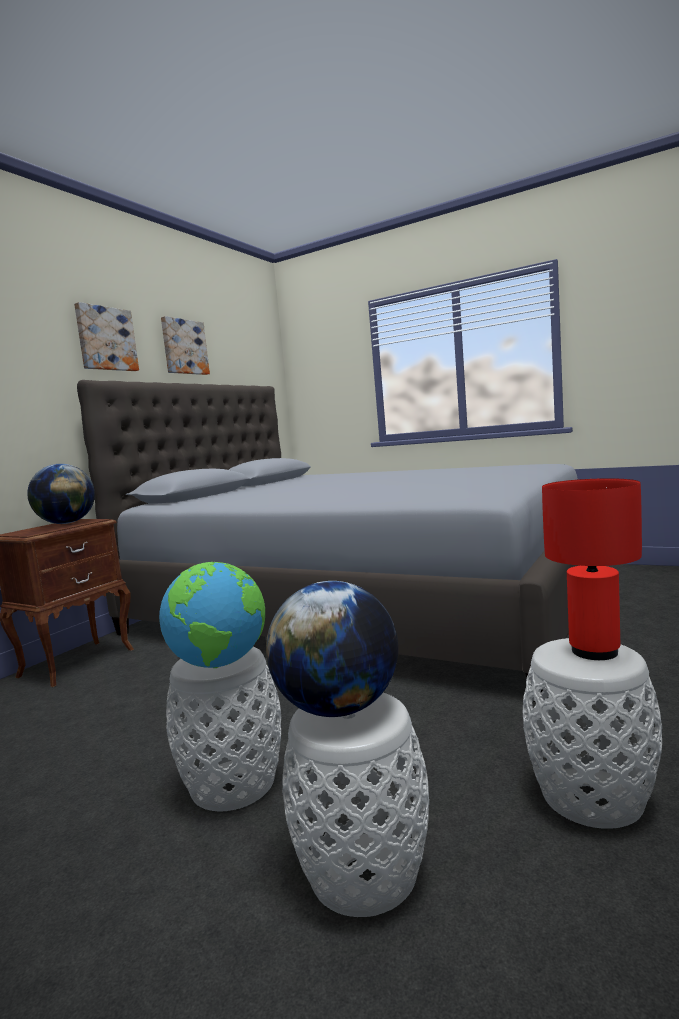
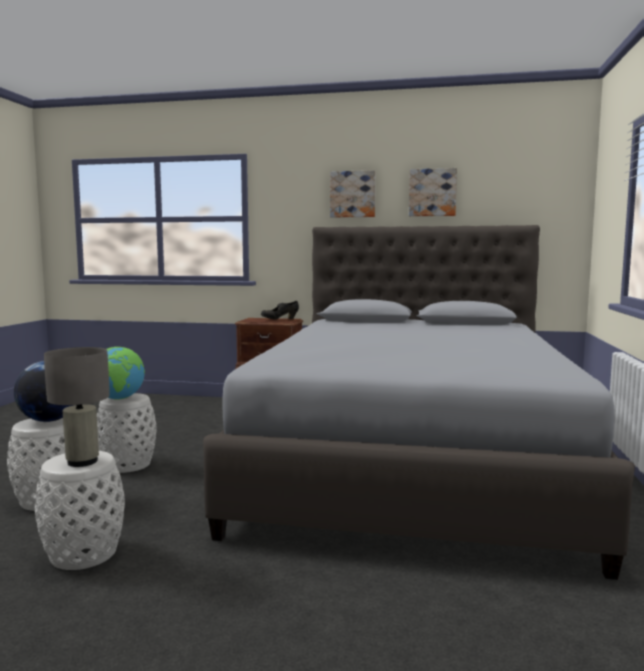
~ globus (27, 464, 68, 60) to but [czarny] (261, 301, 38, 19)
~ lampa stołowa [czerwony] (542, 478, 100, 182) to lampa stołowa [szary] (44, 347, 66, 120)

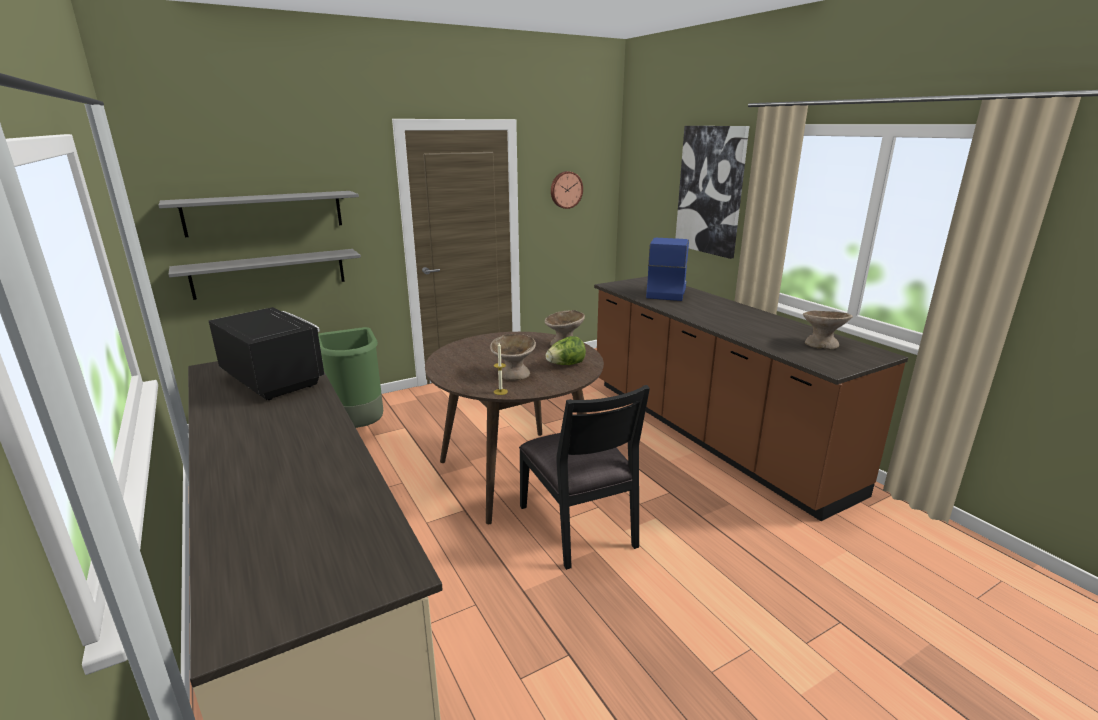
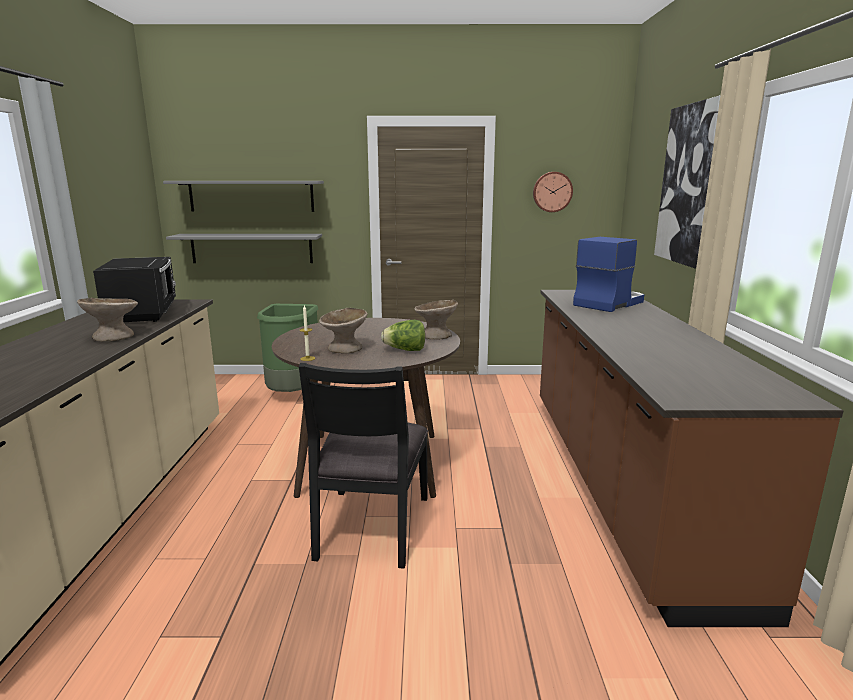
~ miska [beżowy] (803, 311, 50, 39) to (77, 298, 61, 43)

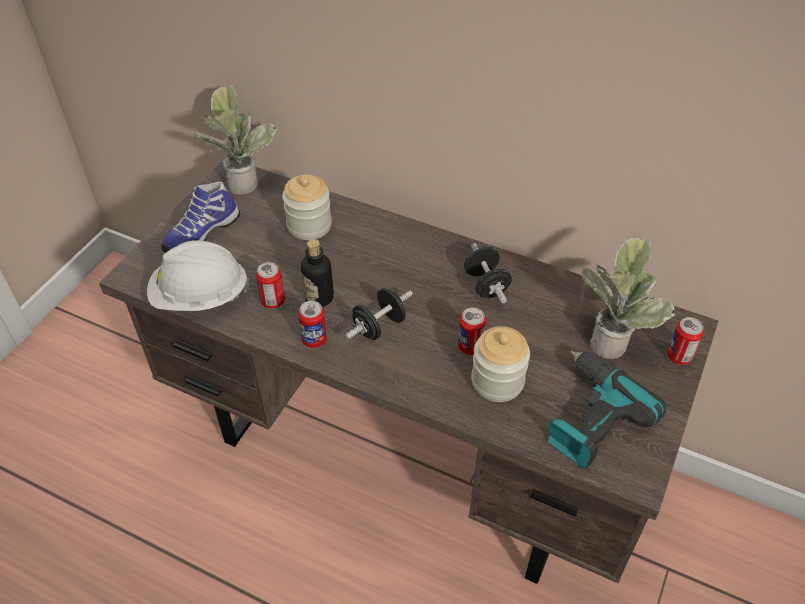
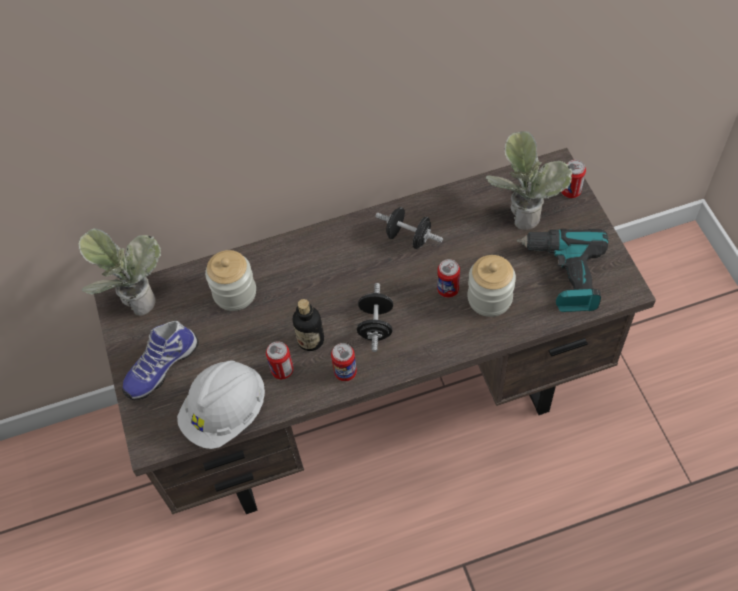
~ but (162, 182, 78, 71) = (122, 321, 77, 79) 45 degrees clockwise

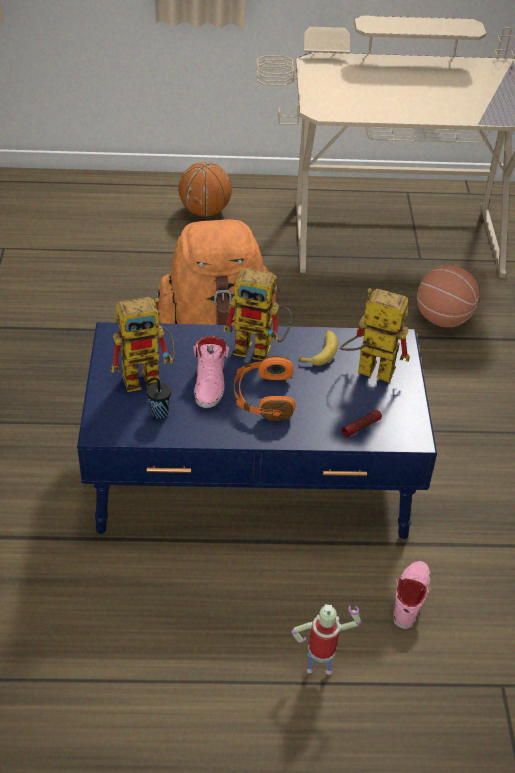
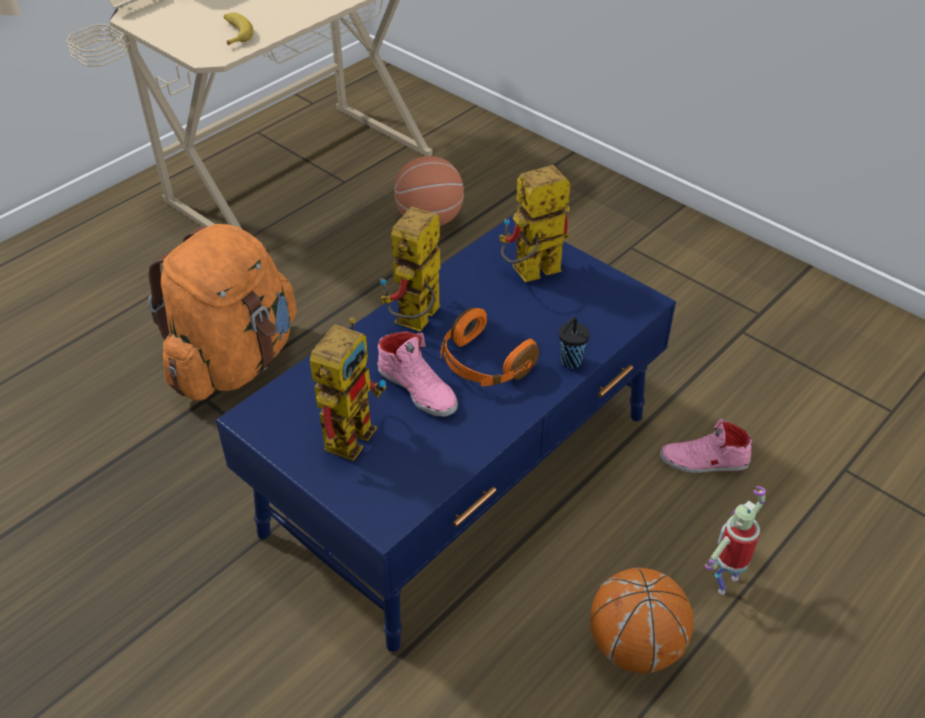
- latarka (342, 410, 40, 27)
~ filiżanka [czarny] (144, 377, 27, 42) to (559, 317, 31, 51)
~ piłka do koszykówki (178, 162, 54, 55) to (590, 567, 103, 107)
~ banan (298, 330, 40, 36) to (224, 12, 29, 33)
~ robot zabawkowy (223, 268, 69, 93) = (380, 206, 60, 125) 150 degrees clockwise
~ but [różowy] (393, 561, 38, 68) = (660, 418, 93, 55) 60 degrees counterclockwise

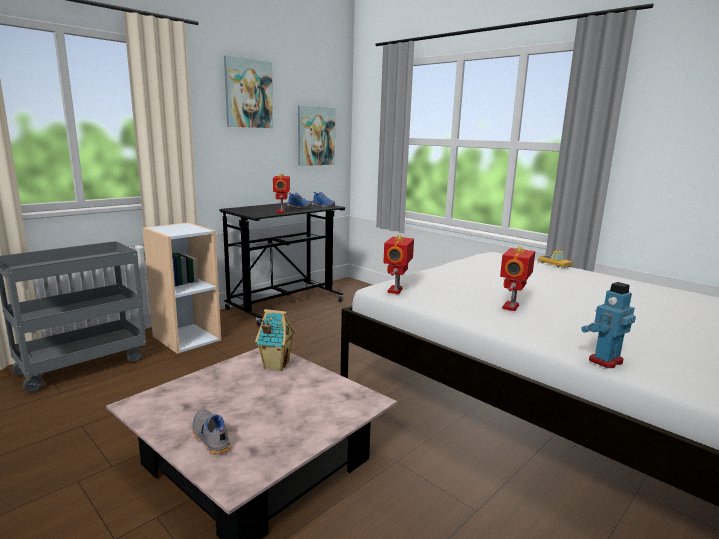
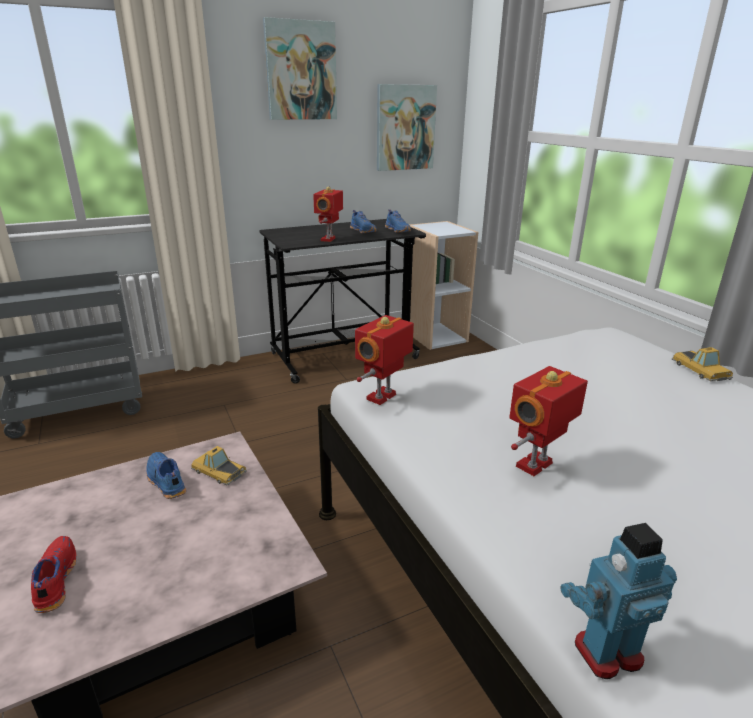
+ but [niebieski] (146, 452, 40, 47)
~ regał (143, 223, 78, 131) to (410, 221, 68, 129)
~ domek (255, 309, 40, 62) to samochodzik (191, 446, 56, 39)
~ but [szary] (192, 409, 39, 46) to but [czerwony] (31, 536, 45, 77)

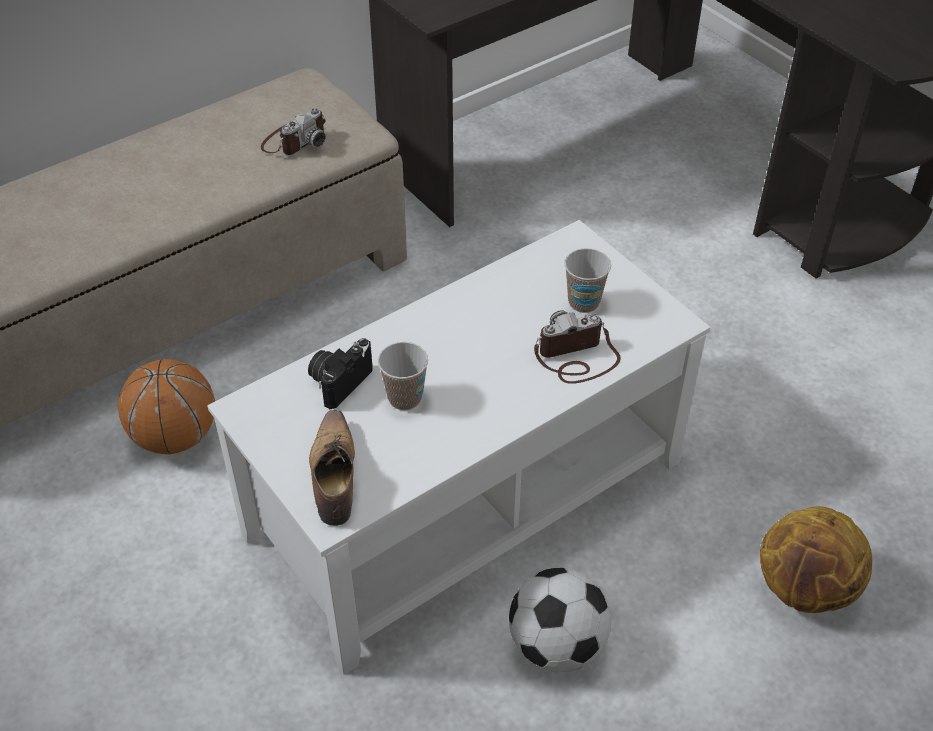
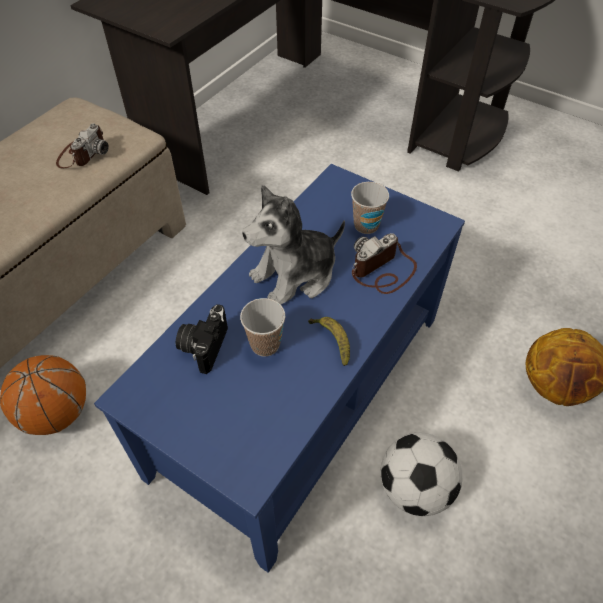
- but (309, 410, 46, 116)
+ pluszak (242, 185, 103, 120)
+ banan (308, 317, 42, 49)
~ ława [biały] (207, 220, 504, 455) to ława [niebieski] (94, 164, 371, 409)

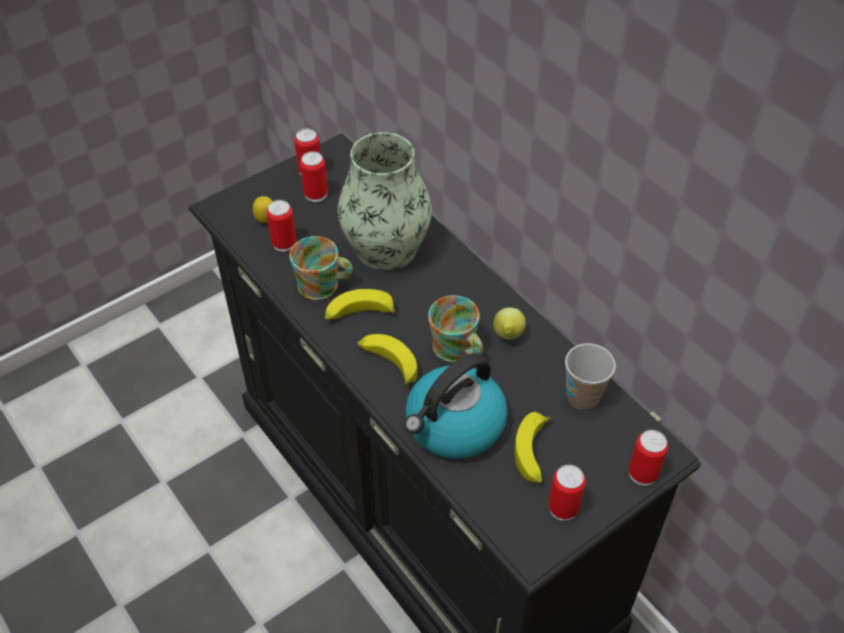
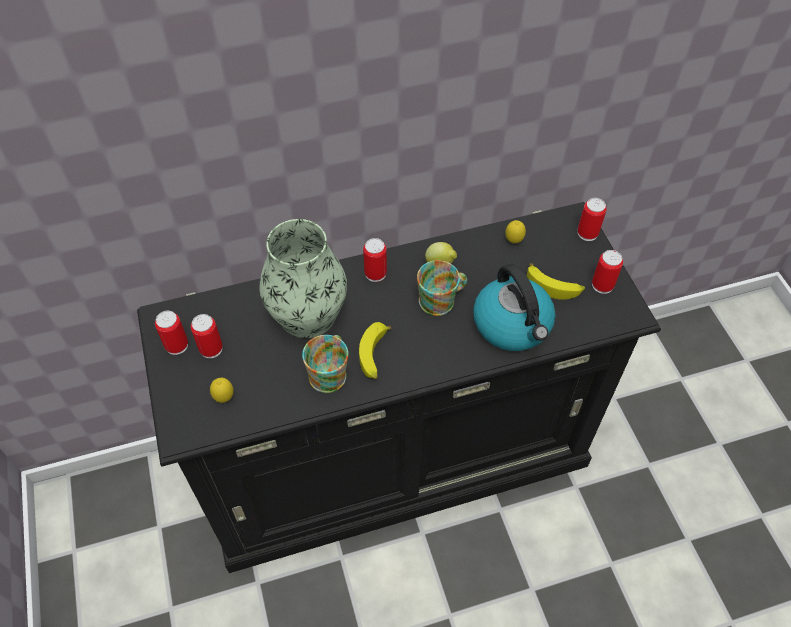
- banan (357, 334, 60, 52)
~ puszka (266, 200, 30, 52) to (363, 238, 24, 44)
~ filiżanka (565, 343, 51, 67) to cytryna (505, 220, 21, 23)

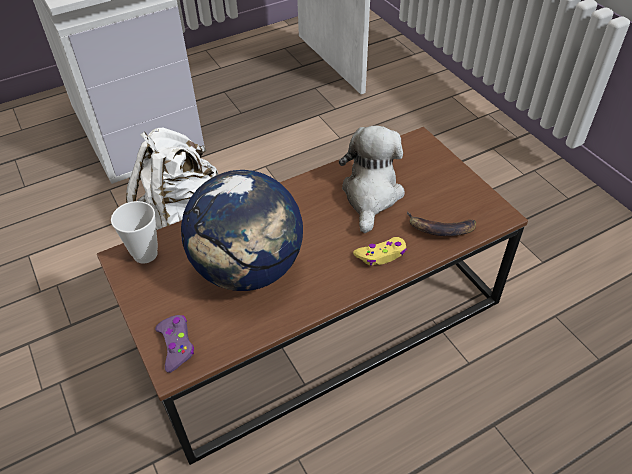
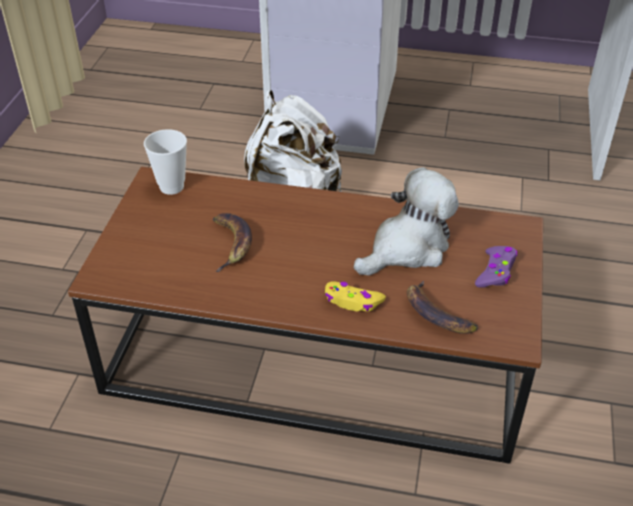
~ pad do gier [fioletowy] (155, 315, 39, 58) to (475, 246, 42, 42)
~ globus (181, 170, 122, 121) to banan (213, 213, 39, 59)

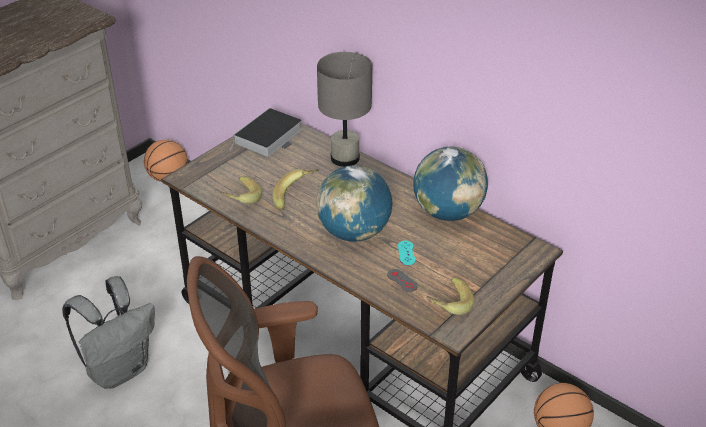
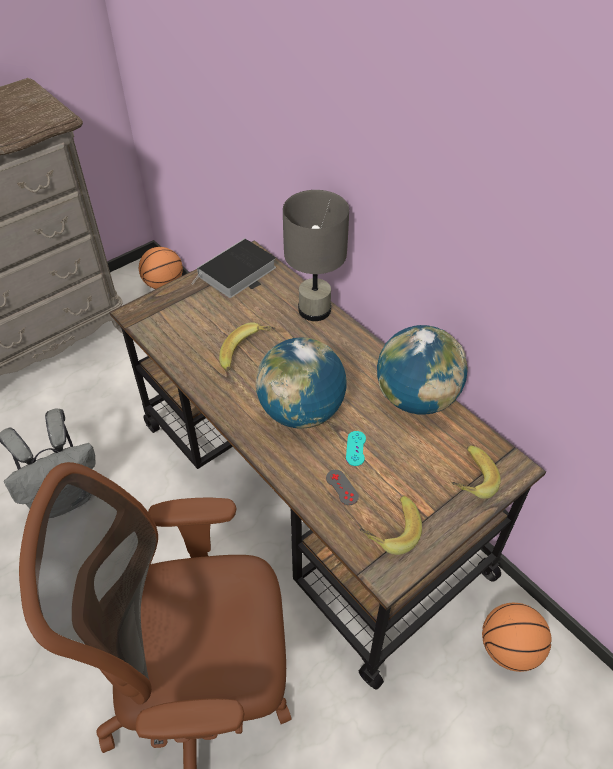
~ banan (220, 176, 42, 28) to (451, 445, 50, 54)

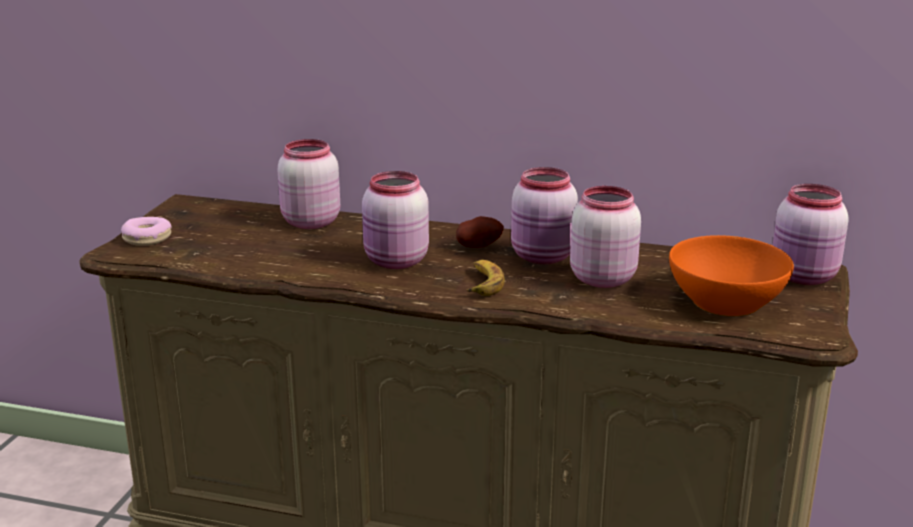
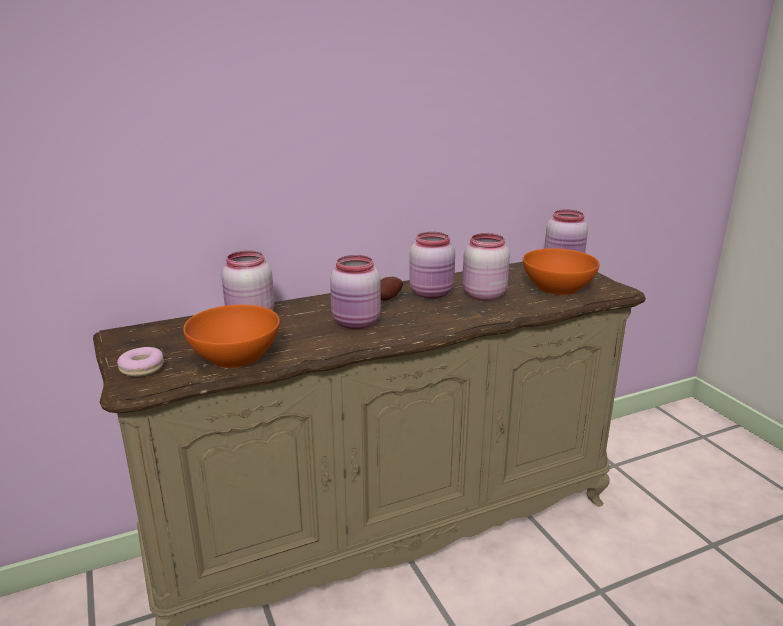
- banan (466, 260, 39, 36)
+ miska [pomarańczowy] (183, 305, 97, 63)

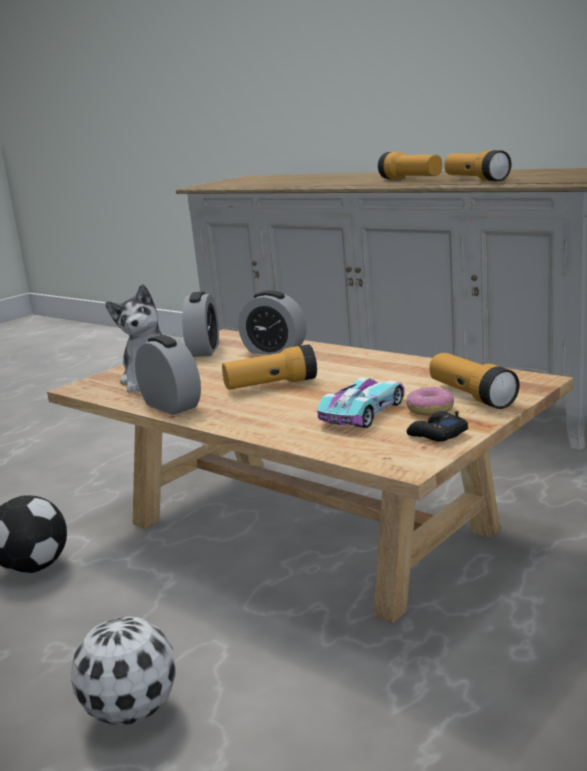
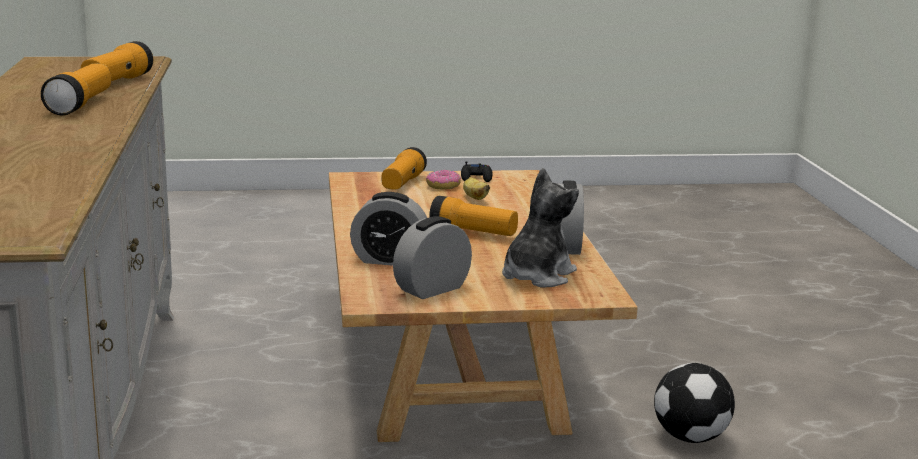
- piłka futbolowa (71, 616, 105, 110)
~ samochodzik (317, 378, 88, 50) to banan (463, 177, 27, 23)
~ budzik (238, 290, 69, 65) = (350, 192, 77, 74) 120 degrees clockwise

